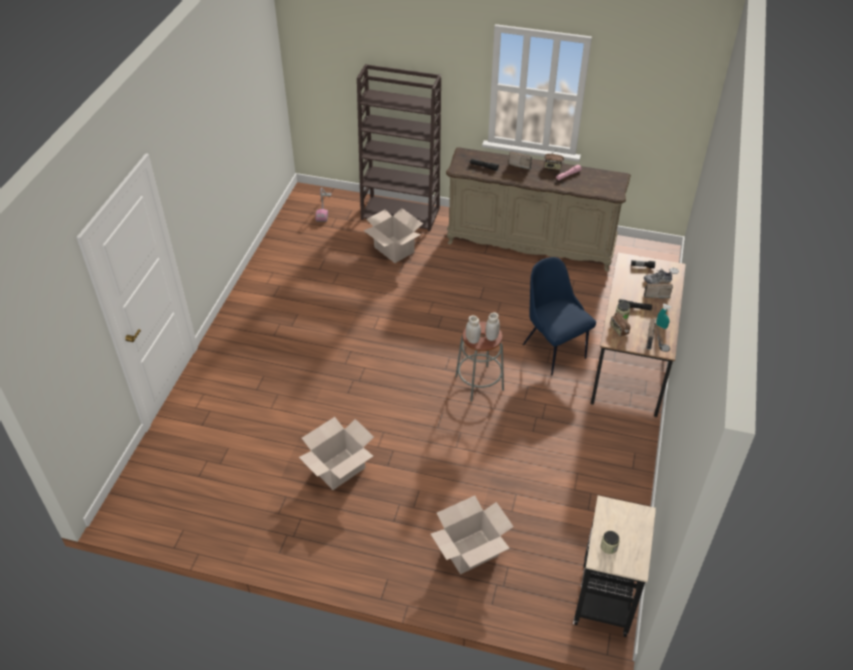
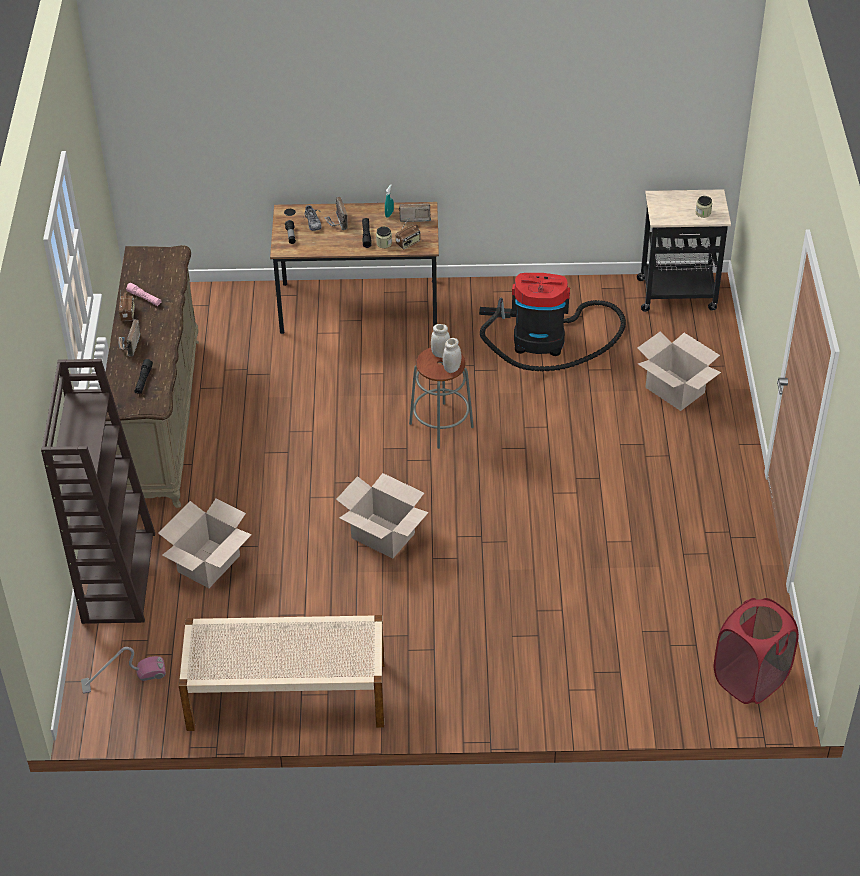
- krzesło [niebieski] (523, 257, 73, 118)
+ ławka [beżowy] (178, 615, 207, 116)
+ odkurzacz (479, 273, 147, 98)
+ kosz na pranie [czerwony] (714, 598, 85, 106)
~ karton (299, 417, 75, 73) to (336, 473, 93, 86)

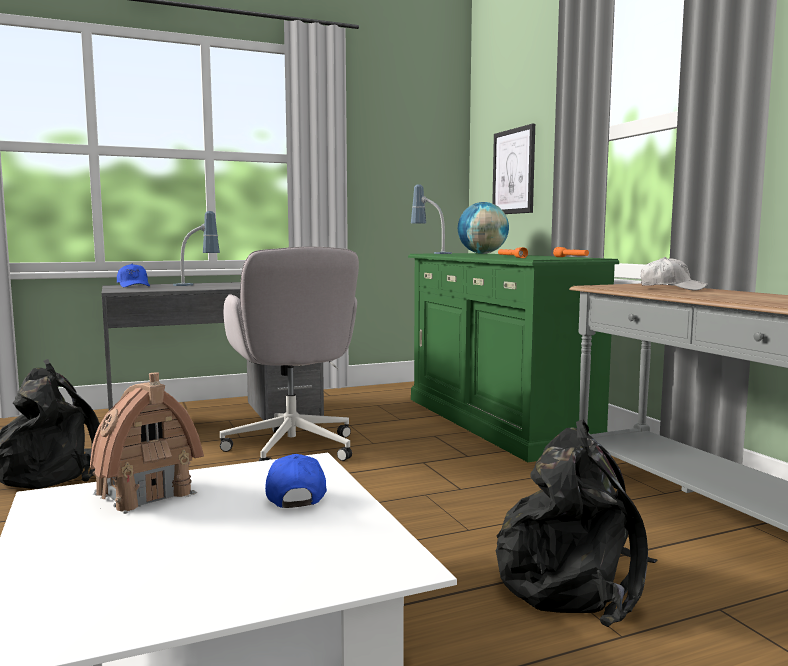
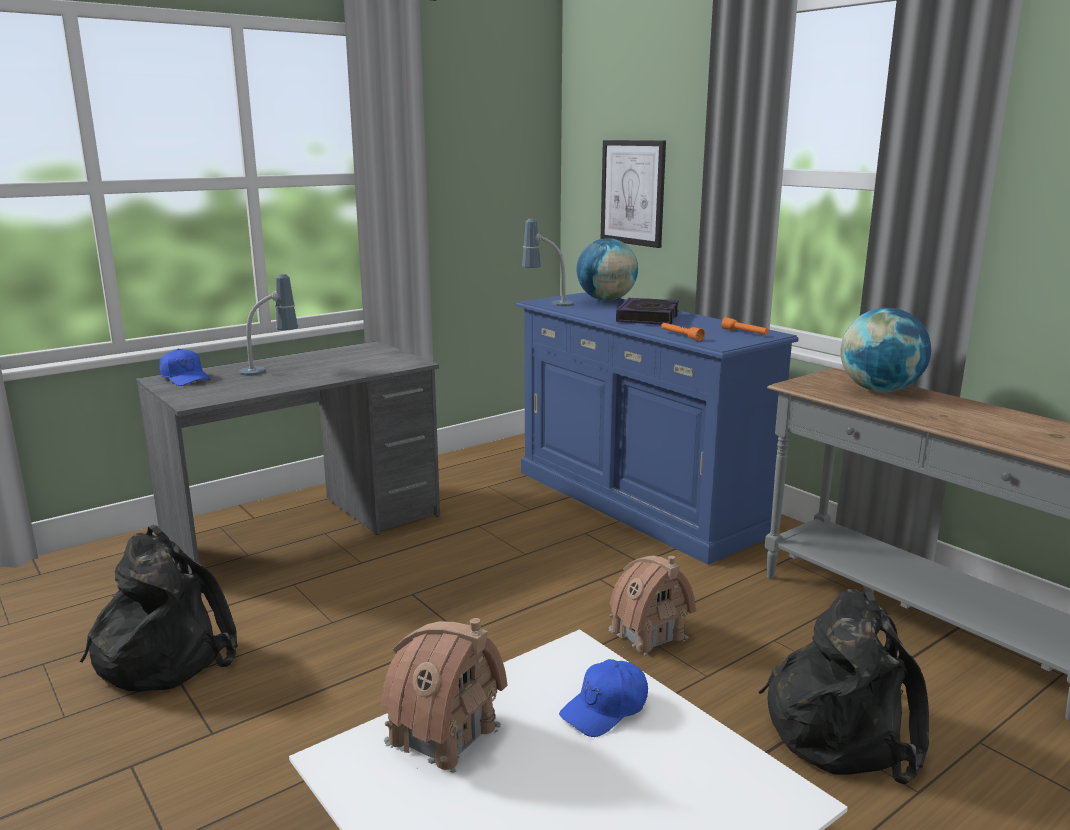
- krzesło biurowe [szary] (220, 246, 139, 215)
+ domek (609, 556, 87, 99)
+ książka (616, 298, 63, 27)
~ czapka z daszkiem [biały] (641, 257, 67, 34) to globus (840, 308, 91, 84)
~ szafka [zielony] (408, 253, 211, 209) to szafka [niebieski] (516, 292, 282, 273)
~ czapka z daszkiem [niebieski] (265, 454, 62, 54) = (559, 659, 89, 78) 105 degrees counterclockwise

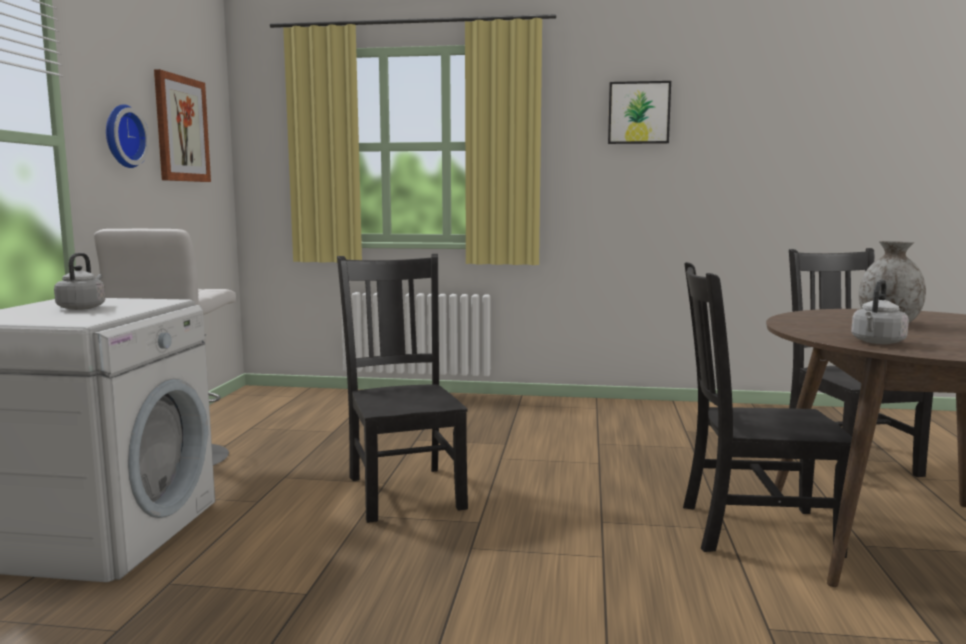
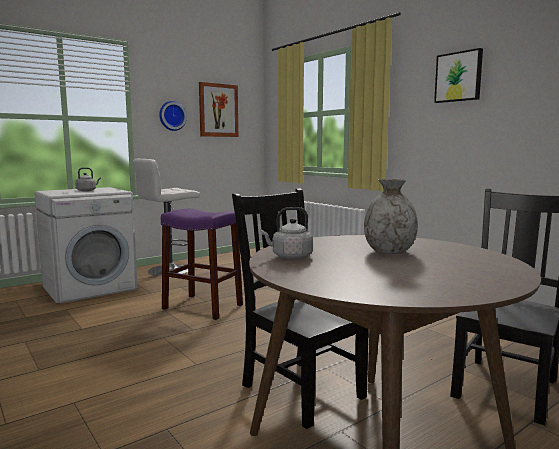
~ krzesło [czarny] (337, 254, 131, 269) to stołek [fioletowy] (161, 208, 82, 112)

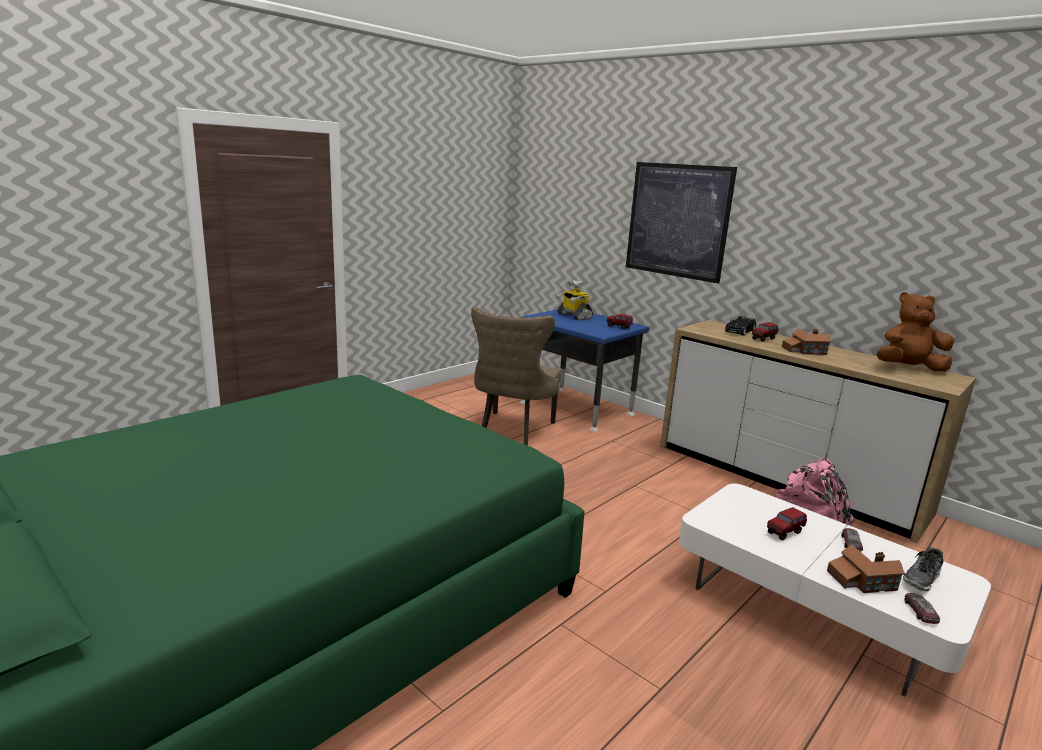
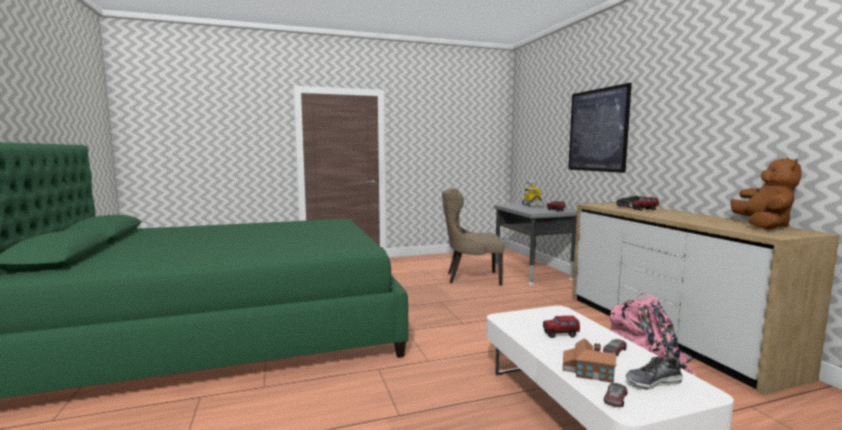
- domek (782, 329, 49, 26)
~ biurko [niebieski] (519, 310, 130, 121) to biurko [szary] (493, 203, 84, 82)
~ krzesło [beżowy] (471, 307, 90, 138) = (442, 188, 62, 98) 45 degrees clockwise
~ pluszak [brązowy] (877, 292, 78, 80) = (730, 157, 71, 72) 75 degrees clockwise

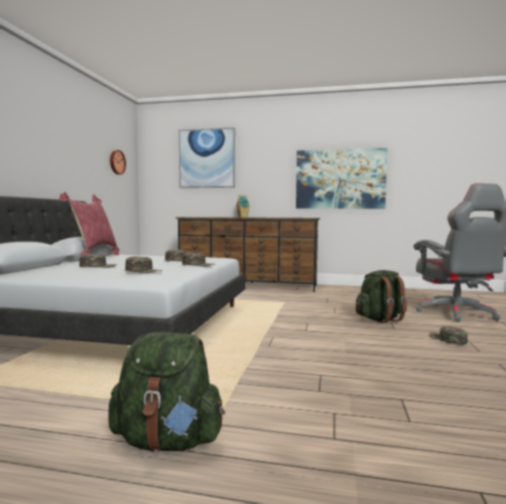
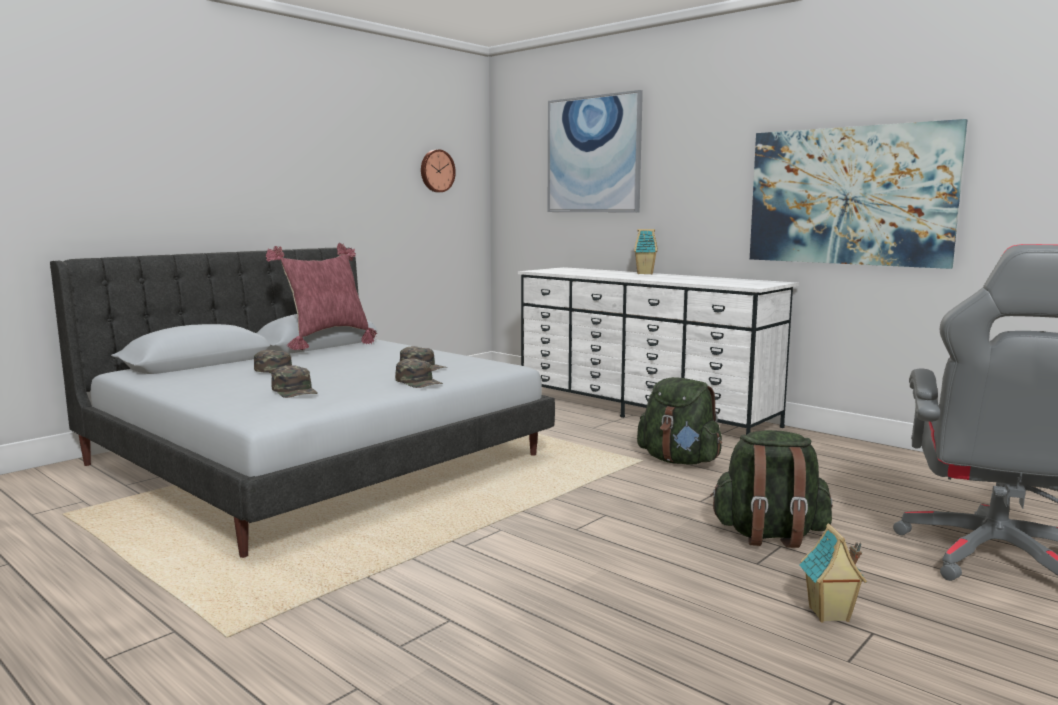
~ plecak [zielony] (108, 332, 117, 120) to (637, 377, 85, 88)
~ czapka z daszkiem [zielony] (428, 327, 40, 17) to domek (800, 523, 67, 100)
~ komoda [brązowy] (176, 217, 144, 75) to komoda [biały] (518, 267, 281, 168)

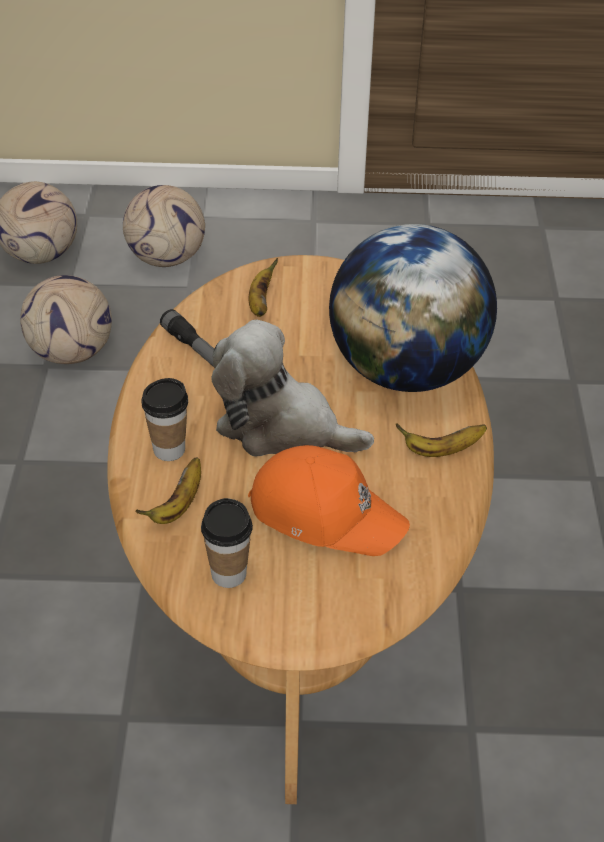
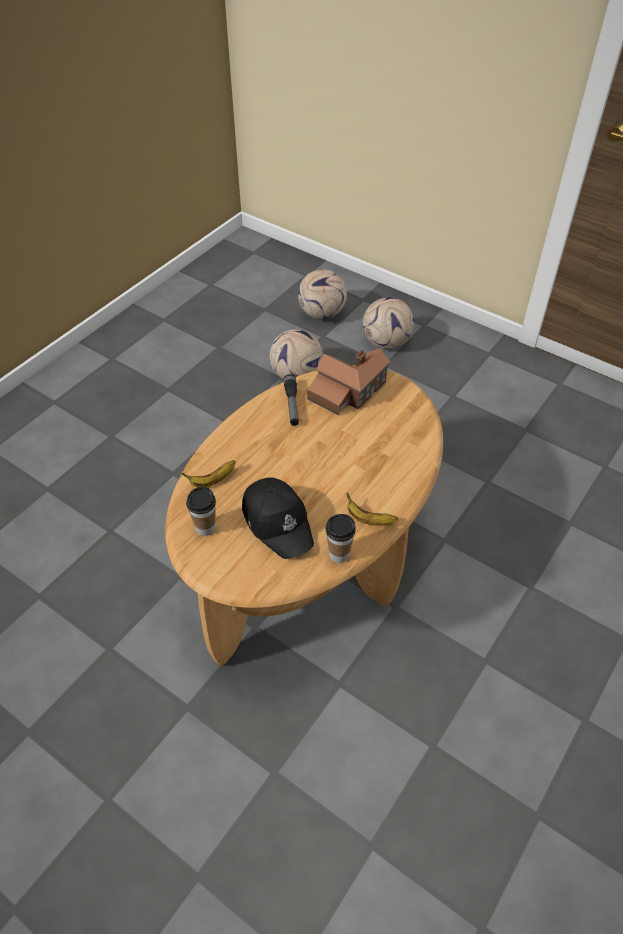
- pluszak (211, 320, 163, 137)
- globus (329, 224, 168, 168)
~ filiżanka (141, 378, 47, 83) to (325, 514, 31, 49)
~ banan (249, 258, 29, 59) to domek (307, 348, 83, 68)
~ czapka z daszkiem [pomarańczowy] (248, 445, 162, 111) to czapka z daszkiem [czarny] (242, 478, 72, 81)

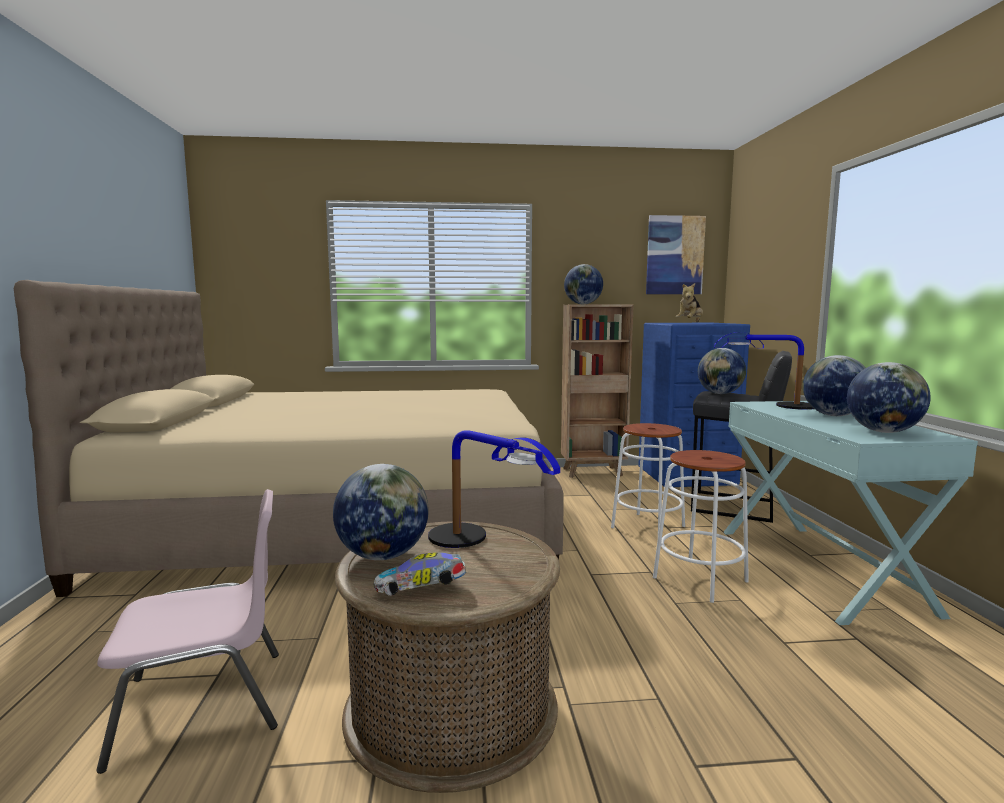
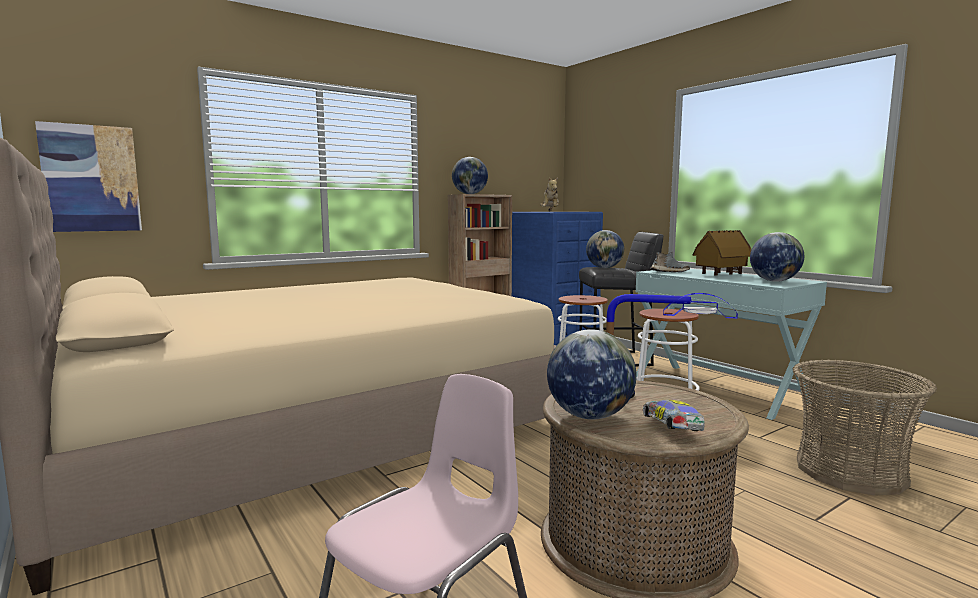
+ koszyk (792, 359, 145, 137)
~ obraz (646, 215, 60, 79) to (35, 121, 107, 111)
~ lampa stołowa (714, 332, 100, 78) to but [szary] (650, 251, 40, 21)
~ globus (803, 355, 63, 61) to domek (692, 230, 59, 46)
~ samochodzik (374, 552, 92, 44) = (643, 400, 62, 31) 120 degrees clockwise

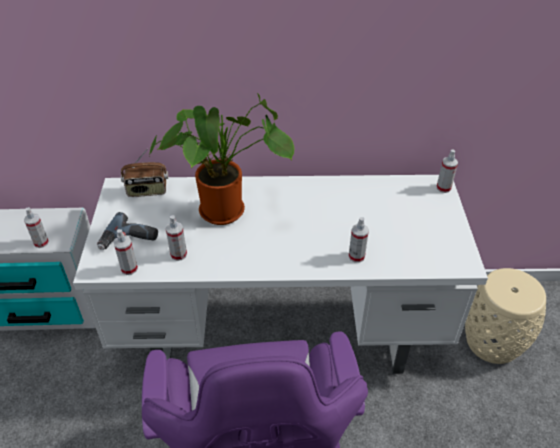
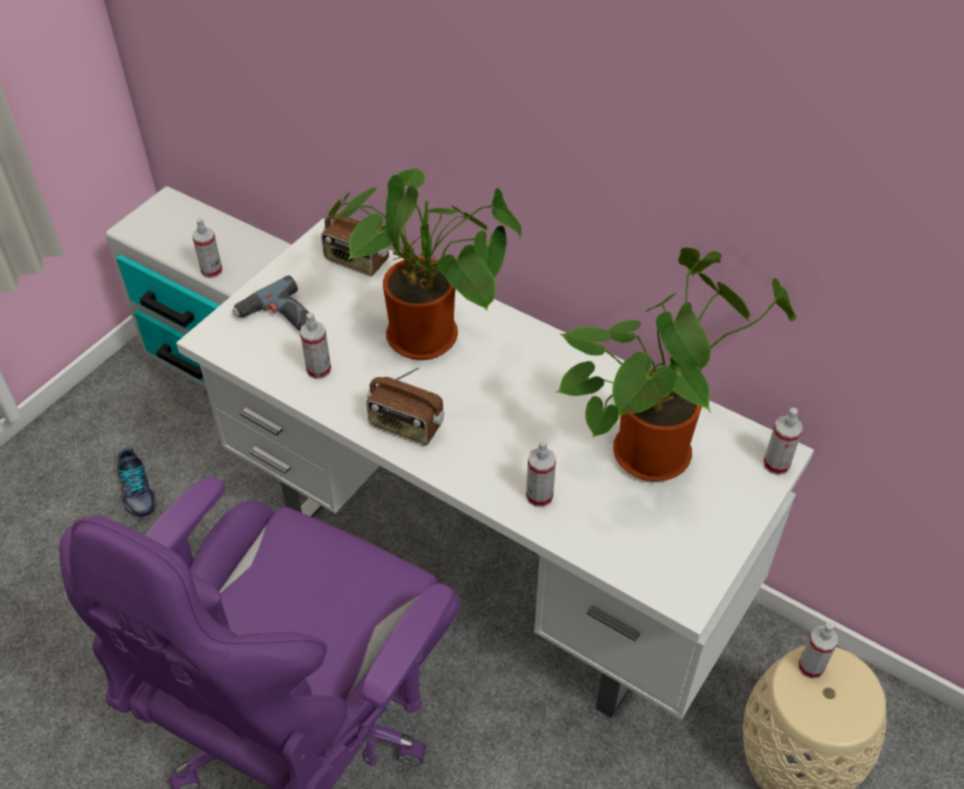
+ but (117, 447, 40, 70)
+ radio (367, 367, 77, 79)
+ roślina doniczkowa (555, 247, 242, 235)
~ spryskiwacz (113, 229, 25, 46) to (798, 623, 40, 56)

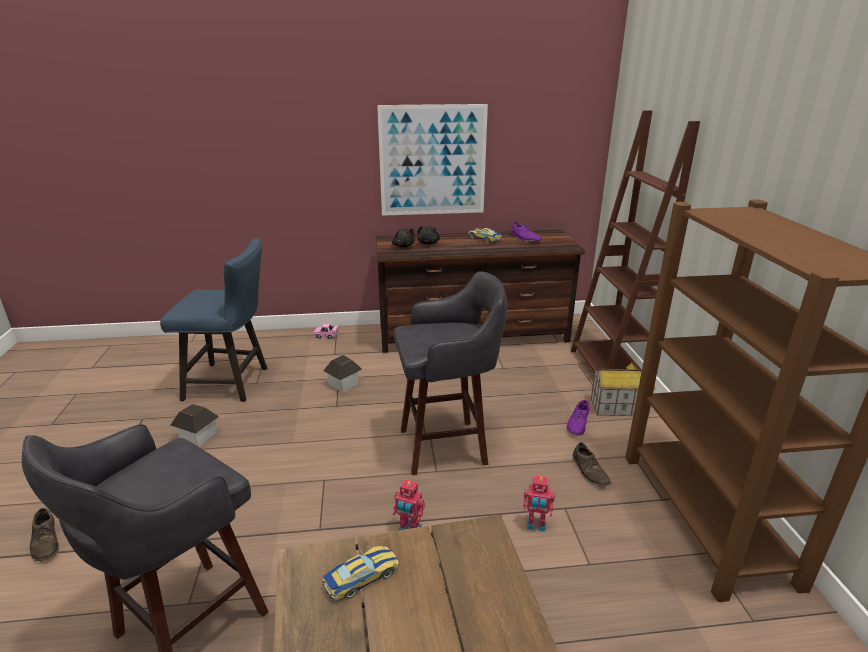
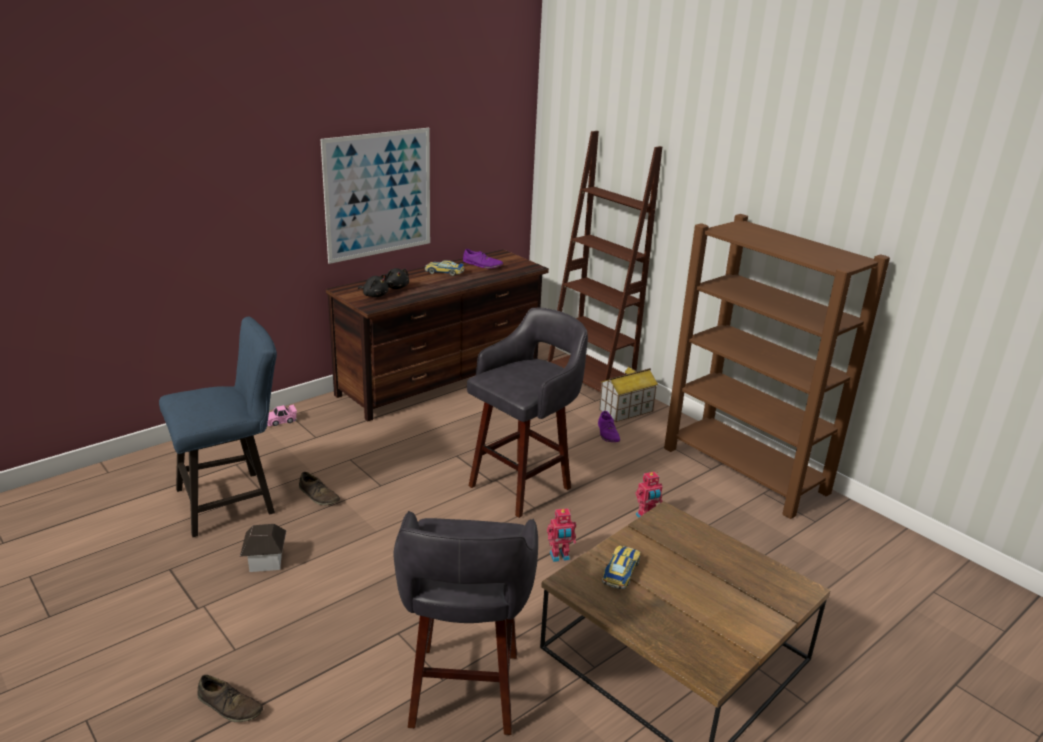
- domek (323, 355, 39, 37)
~ but [brązowy] (573, 442, 38, 44) to (299, 472, 41, 33)

